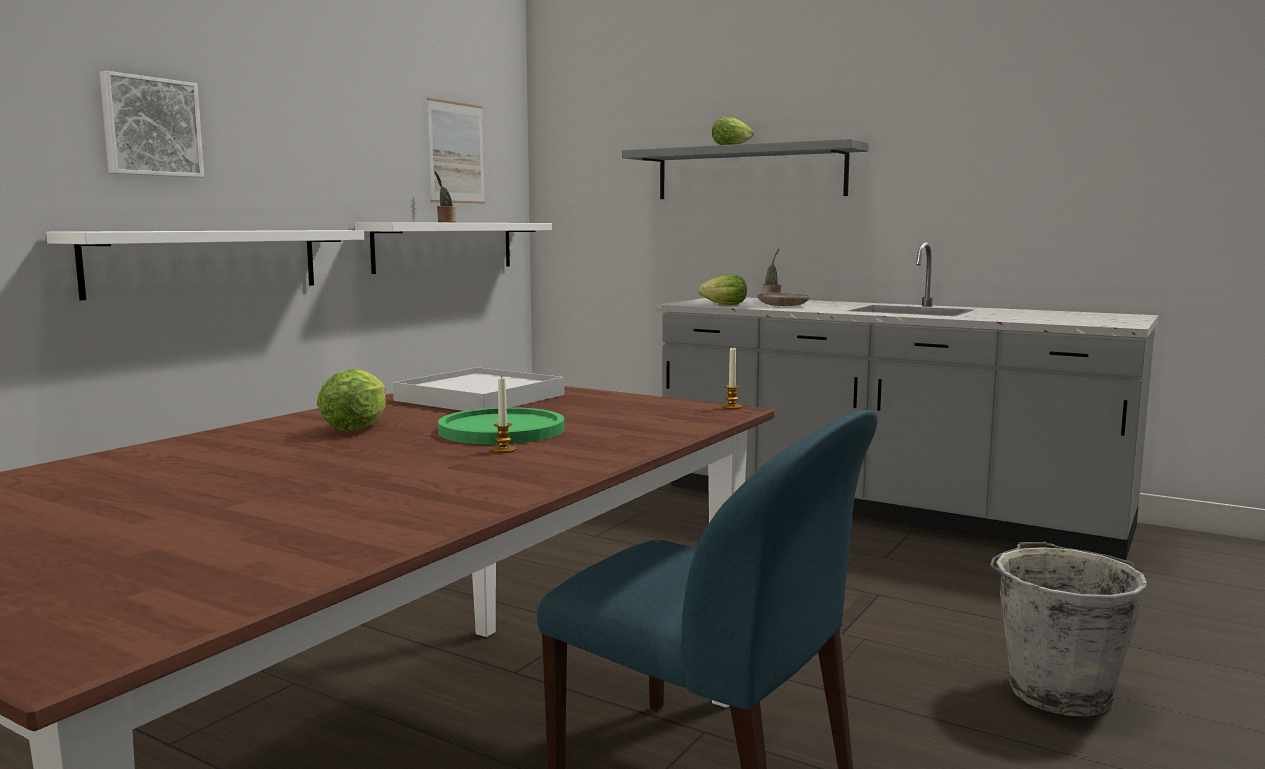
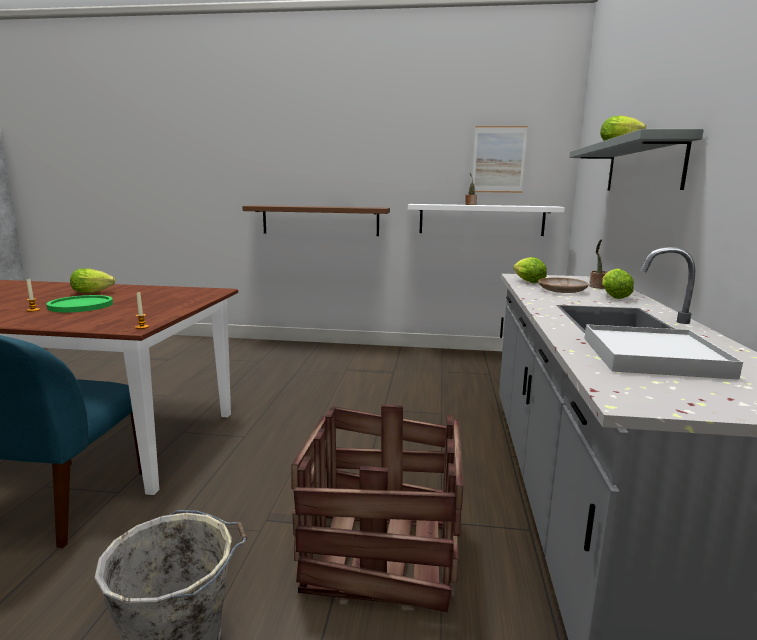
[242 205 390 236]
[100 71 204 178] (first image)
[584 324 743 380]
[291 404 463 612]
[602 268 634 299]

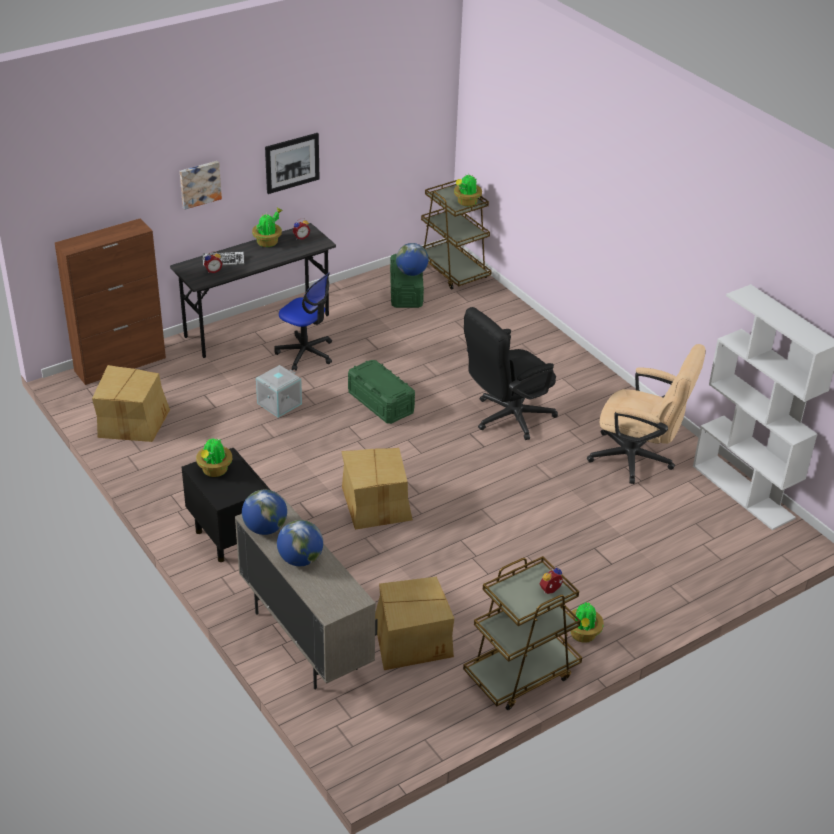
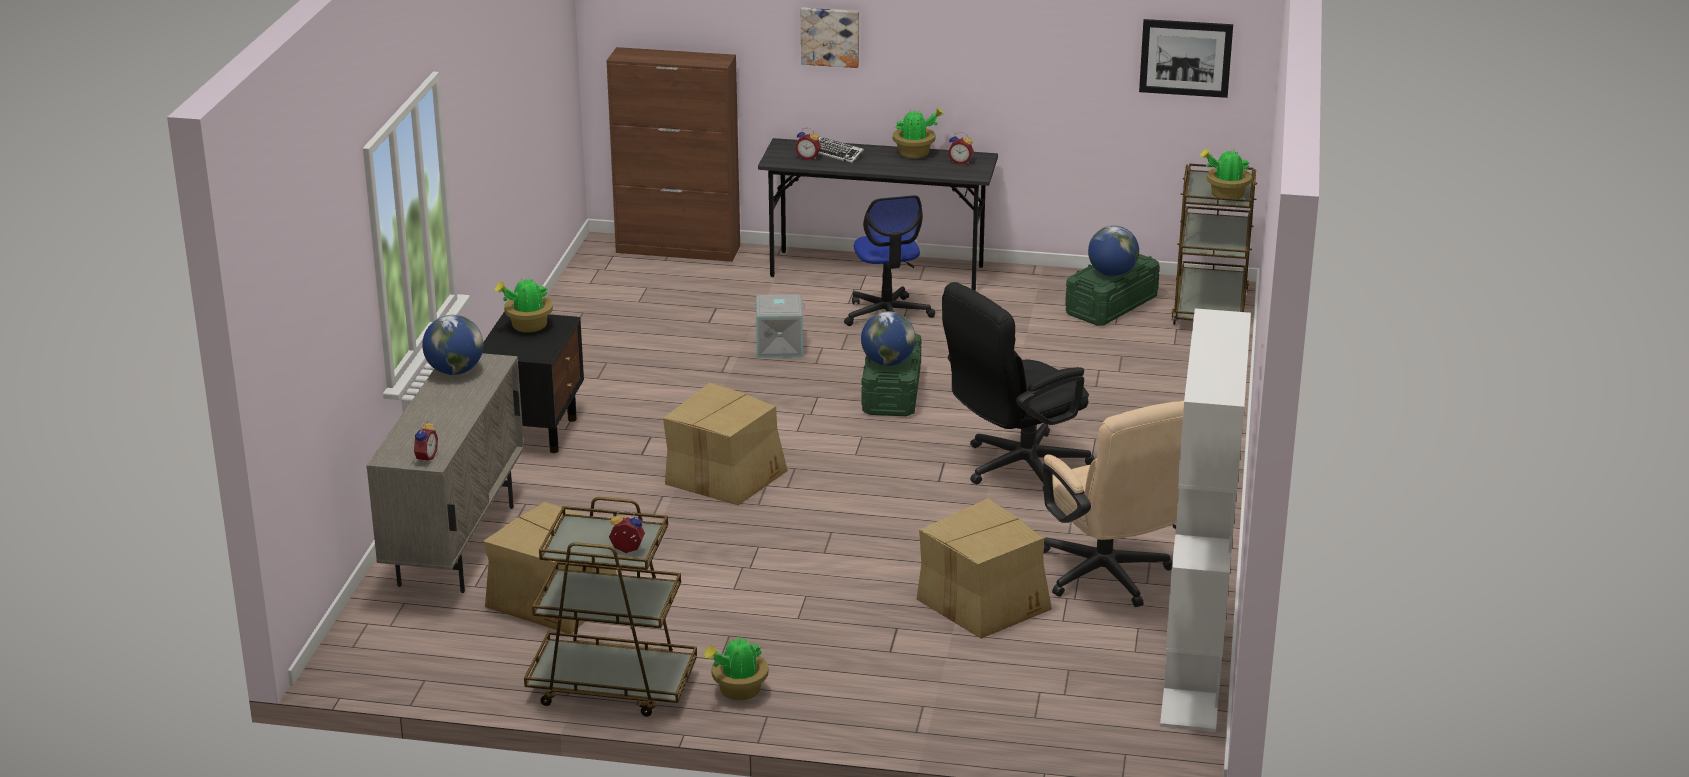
[917 498 1052 639]
[1139 19 1233 98]
[861 311 916 366]
[942 282 1094 492]
[413 420 438 464]

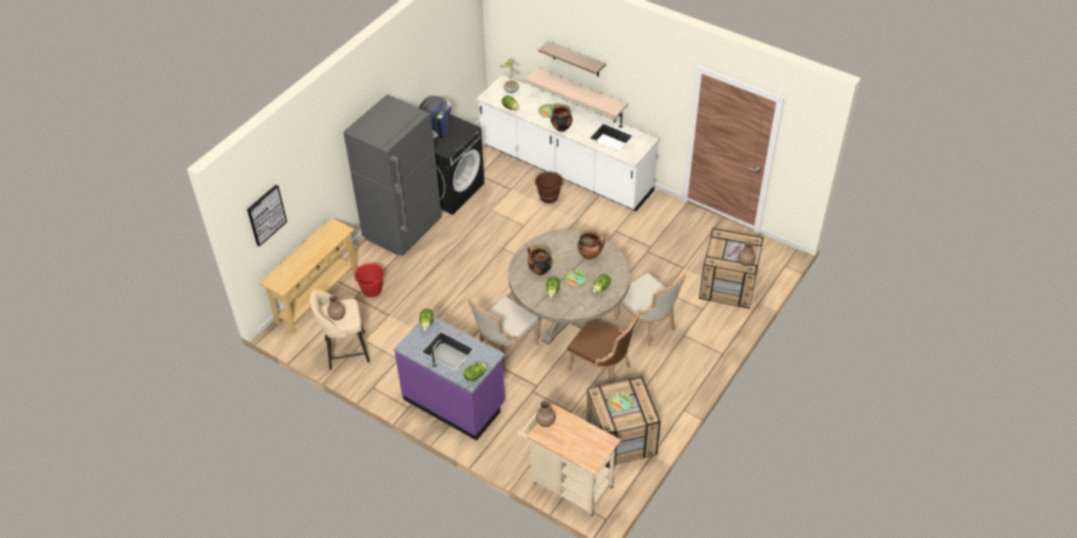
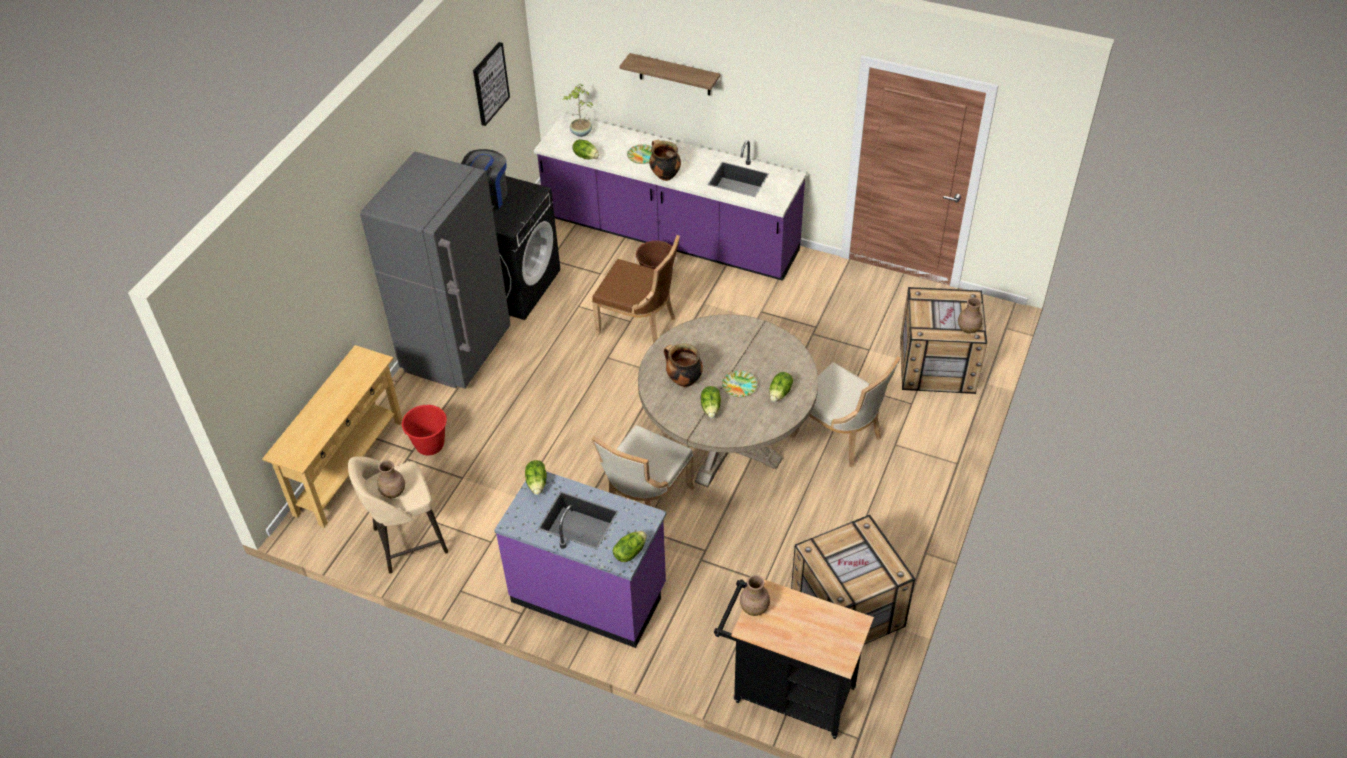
[473 42 510 126]
[534 113 807 281]
[714 579 874 739]
[525 68 628 118] (first image)
[592 235 680 343]
[578 230 605 259] (first image)
[607 391 633 413] (first image)

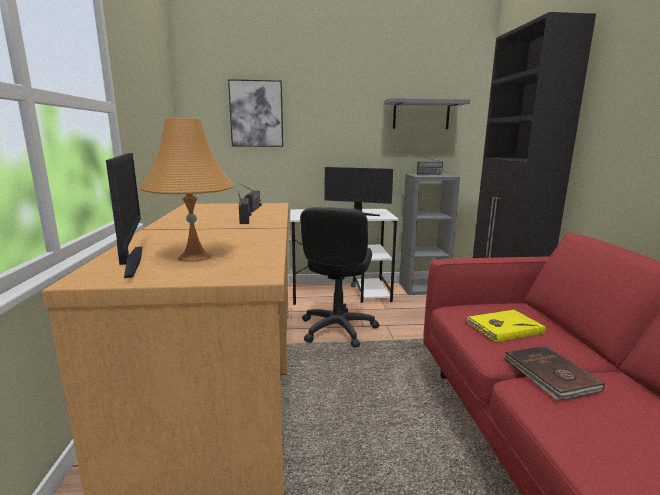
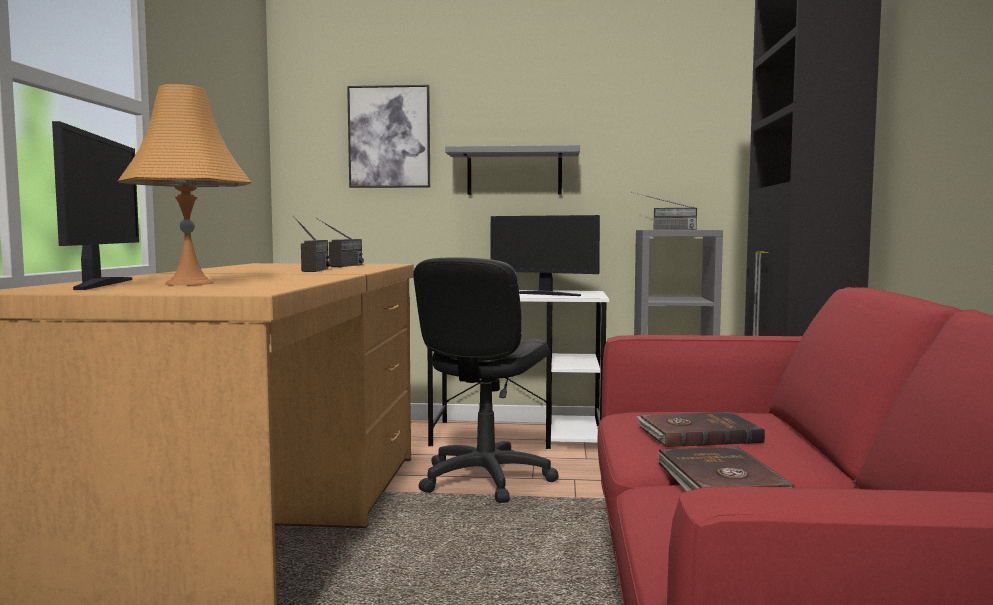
[445 145 580 195]
[637 412 765 447]

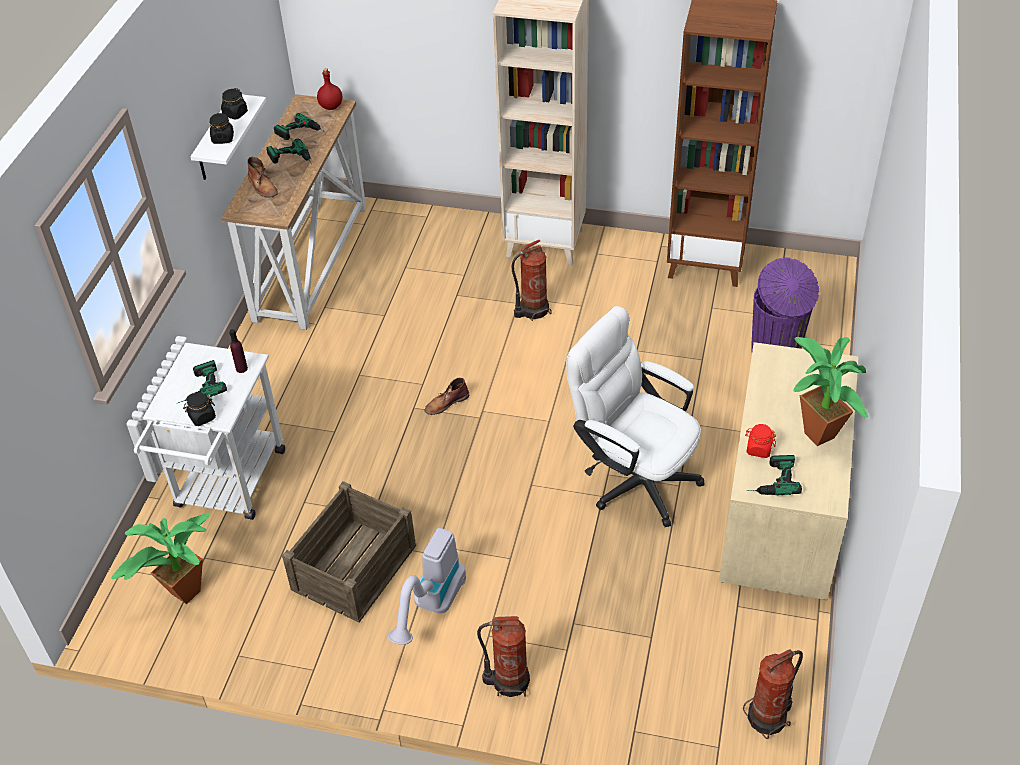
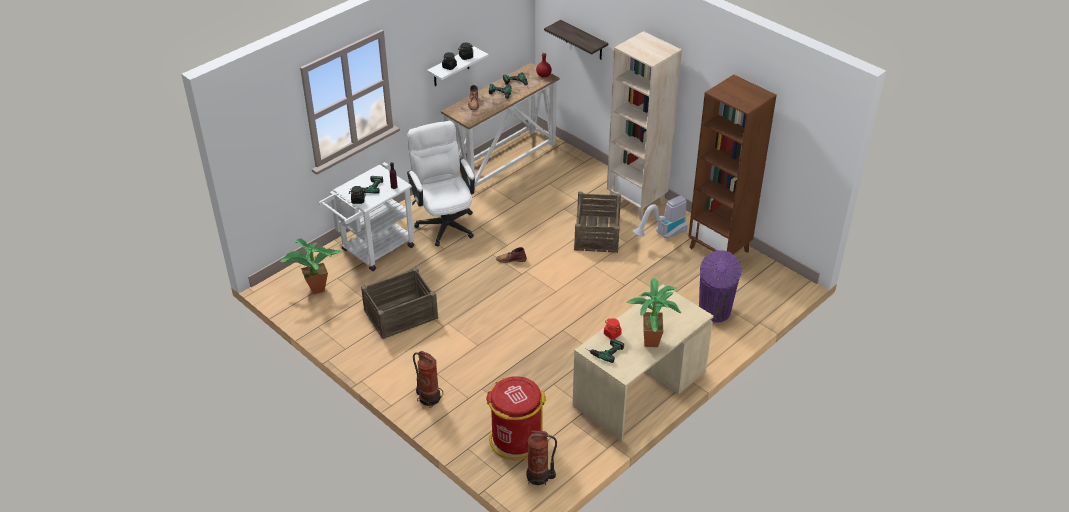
[633 195 688 239]
[574 192 621 253]
[407 121 475 247]
[486 376 546 460]
[544 20 608 59]

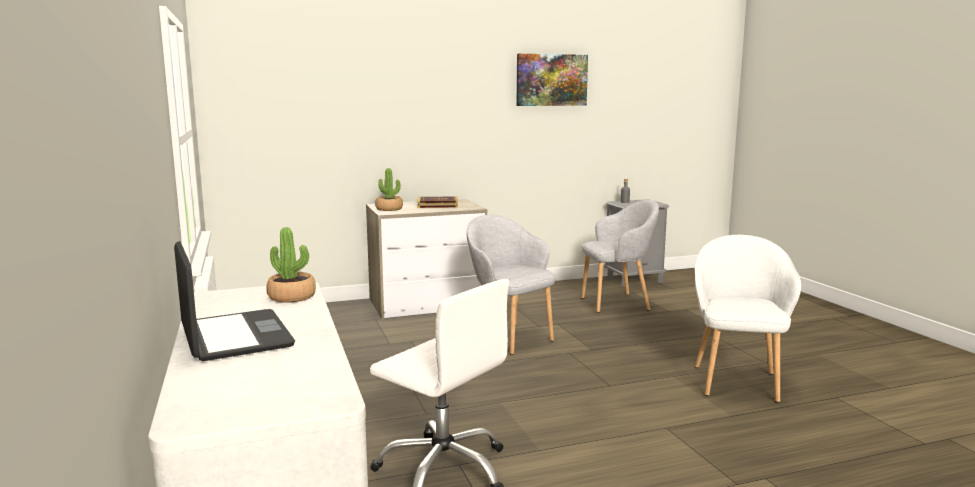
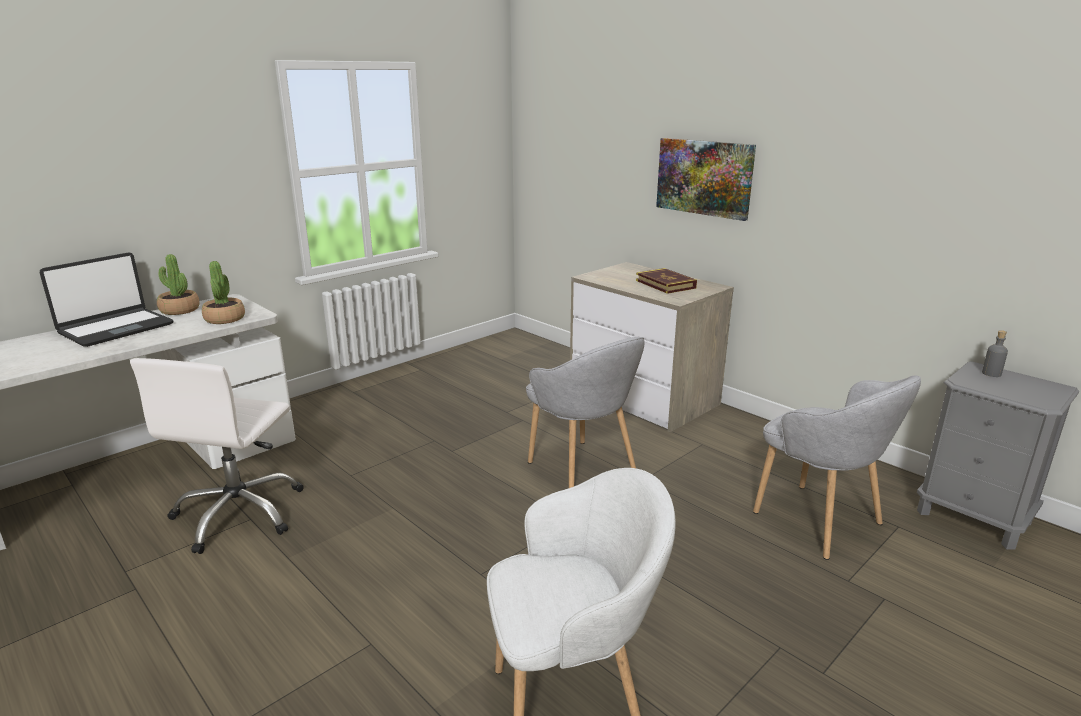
[157 254 200 315]
[526 337 645 488]
[656 138 756 221]

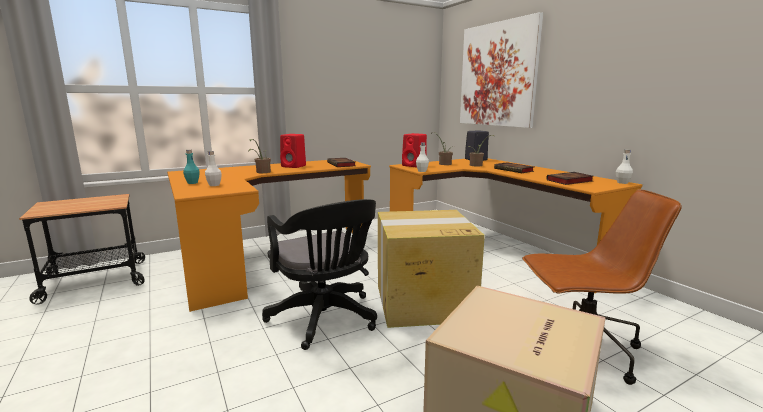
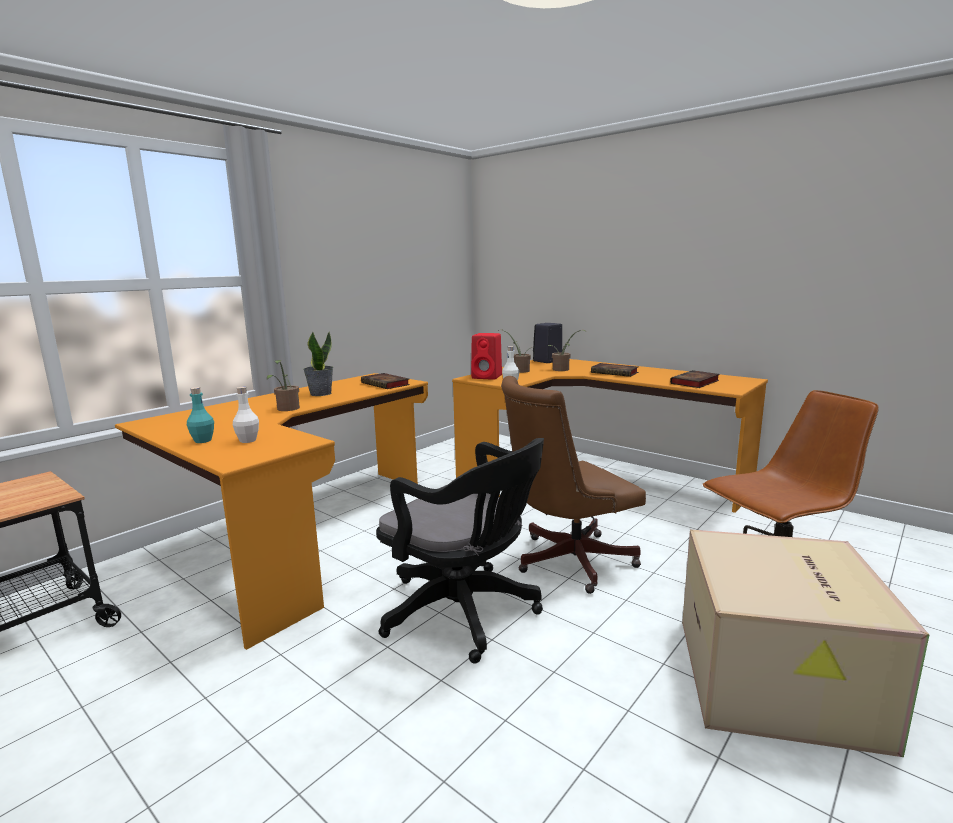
[303 331 333 396]
[501 376 646 594]
[460 12 543 128] (first image)
[616 150 633 184] (first image)

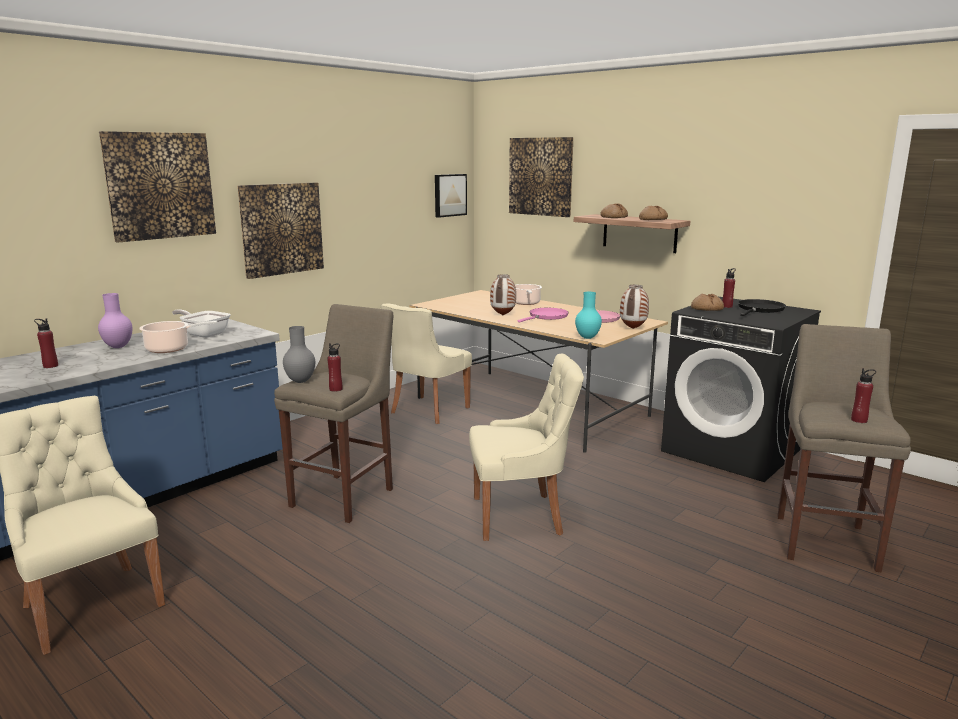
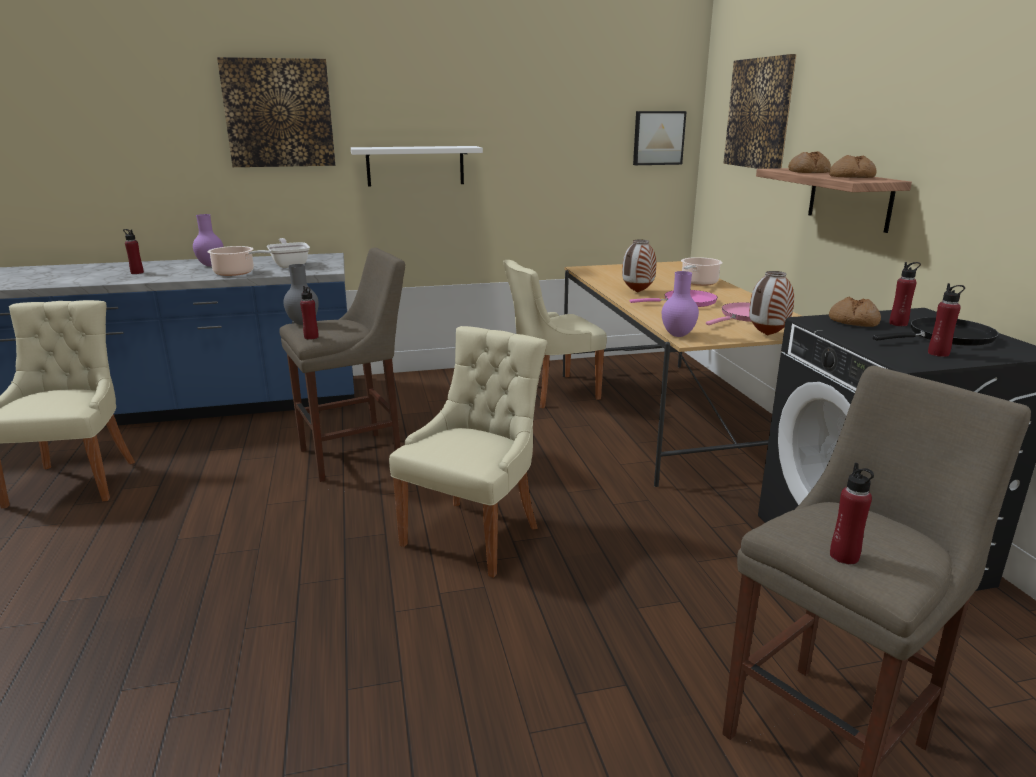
[351 146 483 186]
[389 326 547 578]
[662 271 699 337]
[928 283 965 357]

